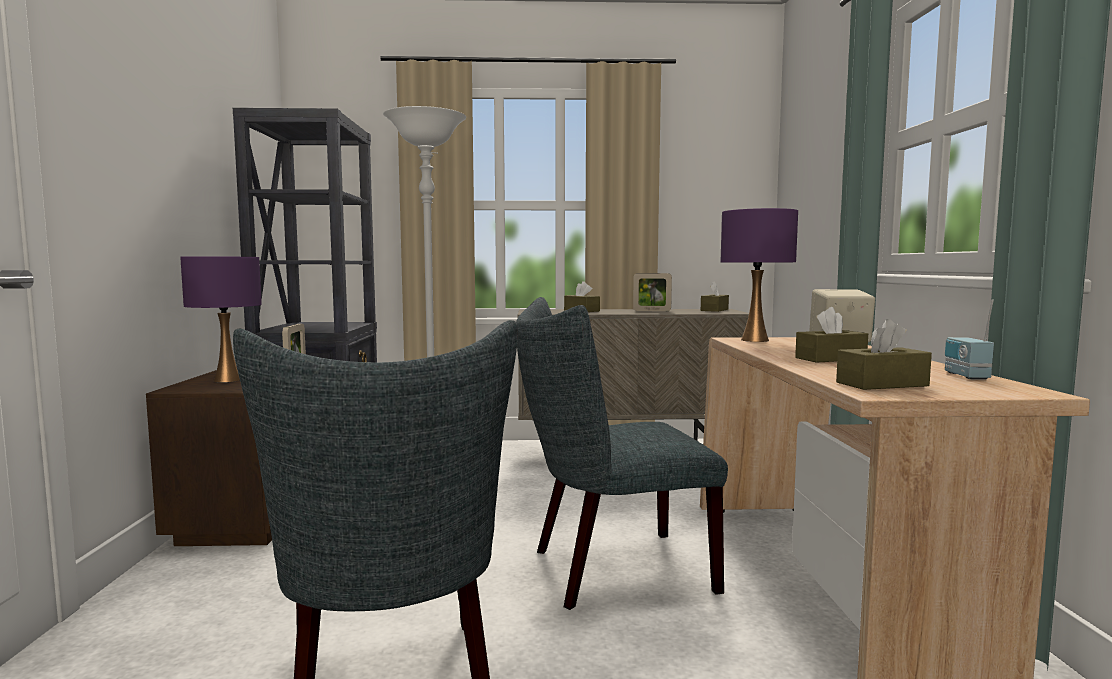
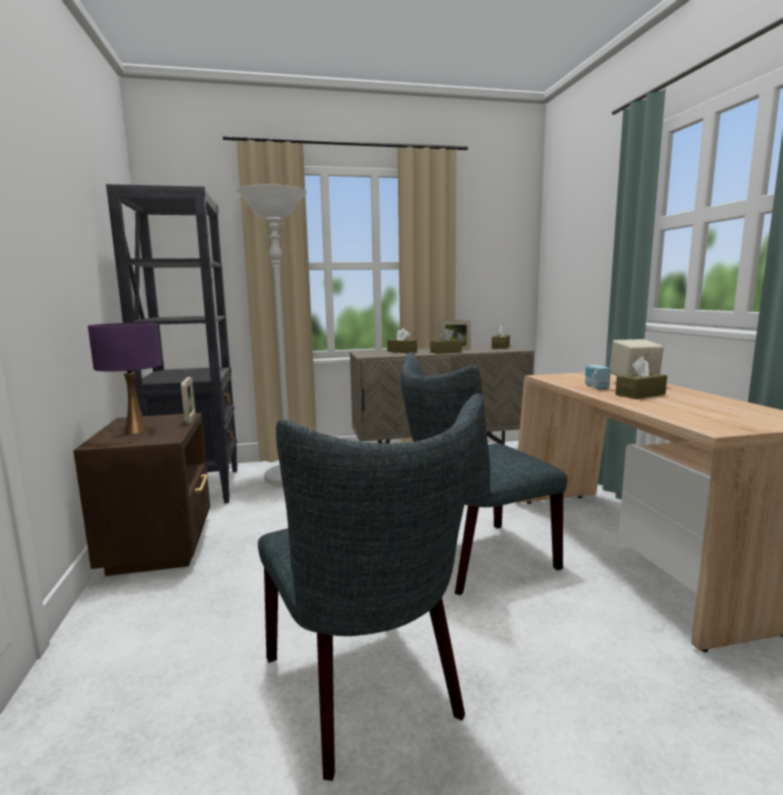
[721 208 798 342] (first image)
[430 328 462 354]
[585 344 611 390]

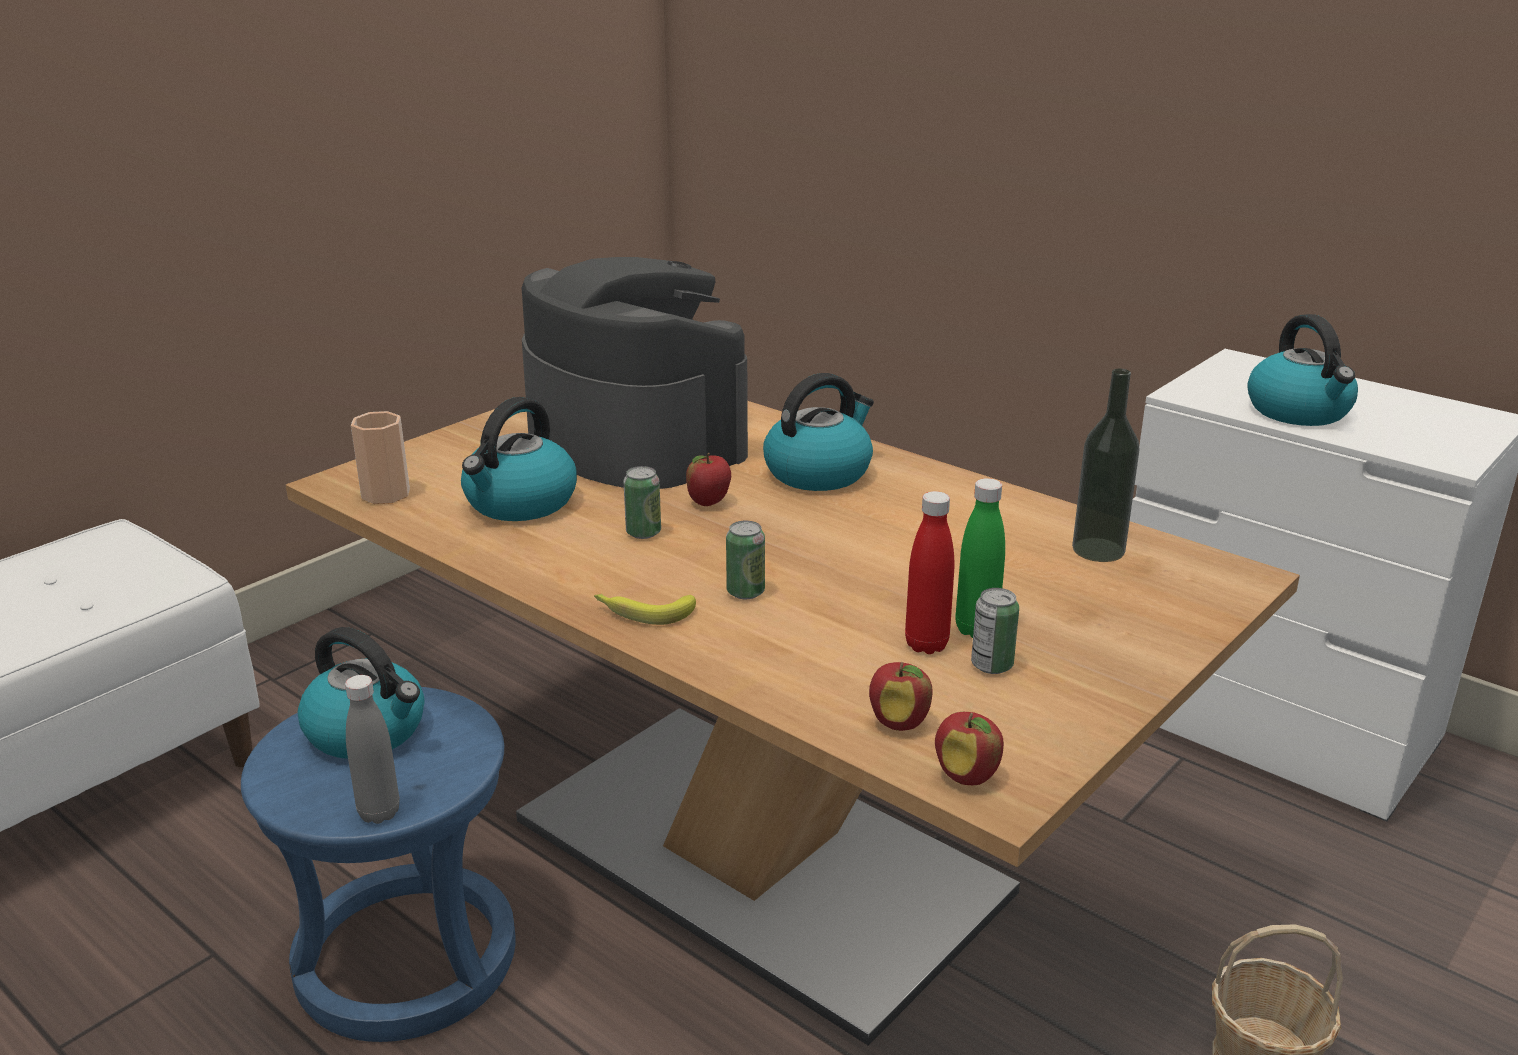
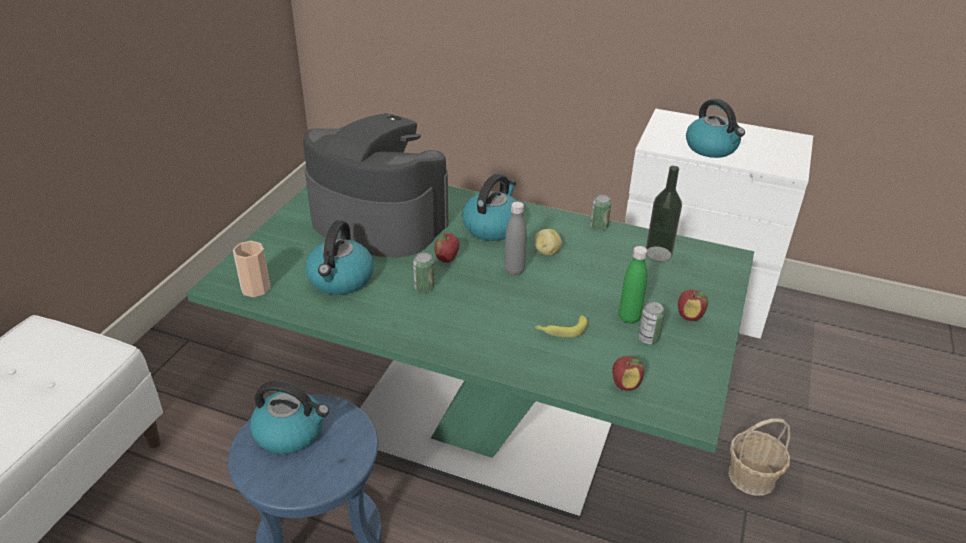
[186 186 754 520]
[504 202 527 276]
[535 315 588 338]
[590 195 611 231]
[905 491 954 654] (first image)
[678 290 708 321]
[535 229 562 256]

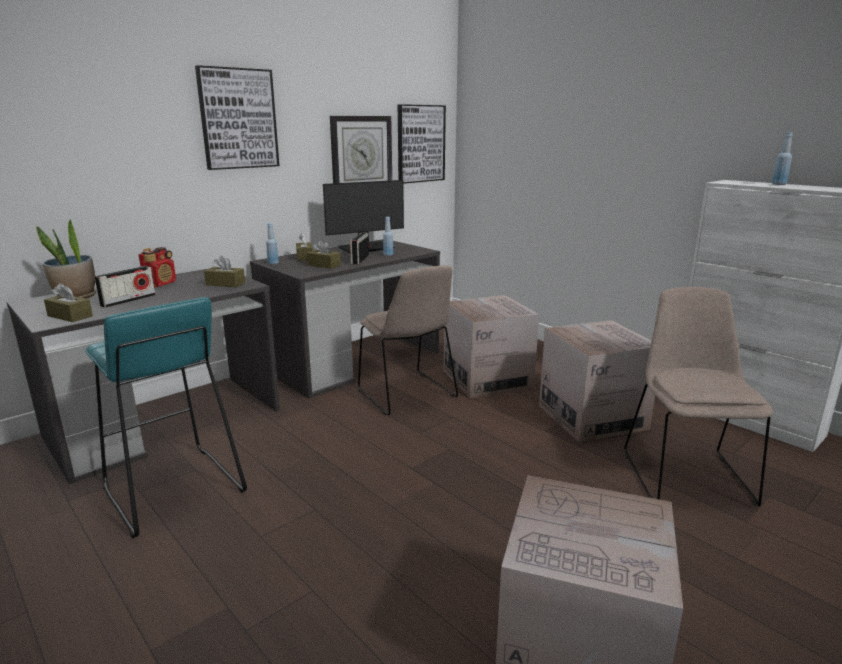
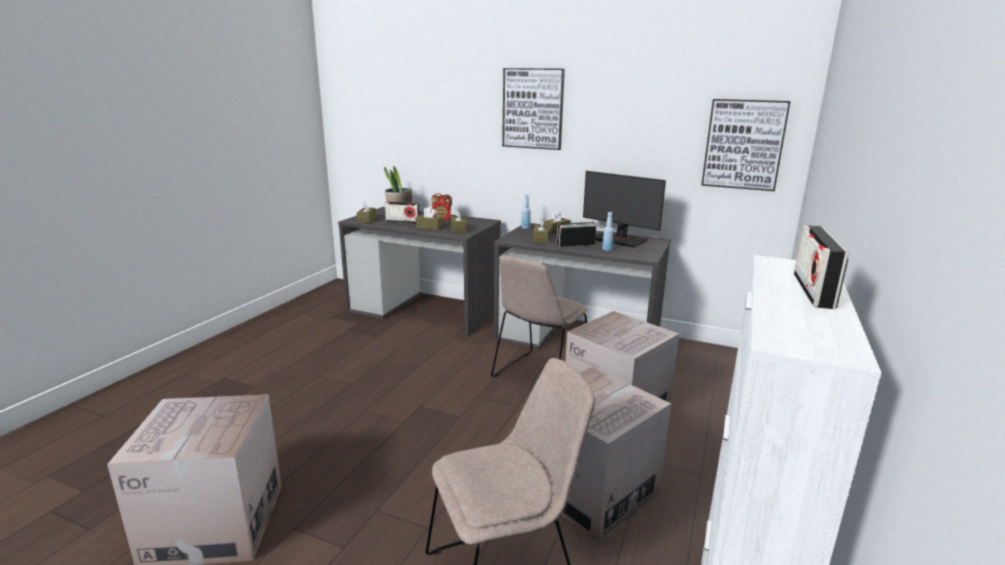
[85 297 247 538] (first image)
[330 116 392 183] (first image)
[794 225 849 309]
[415 206 444 230]

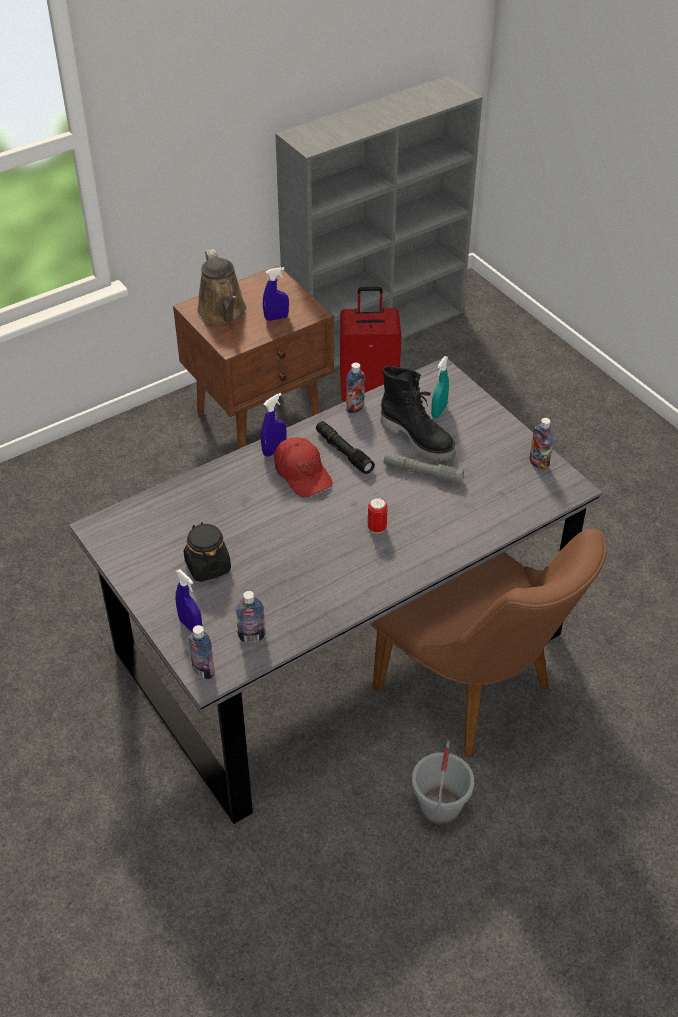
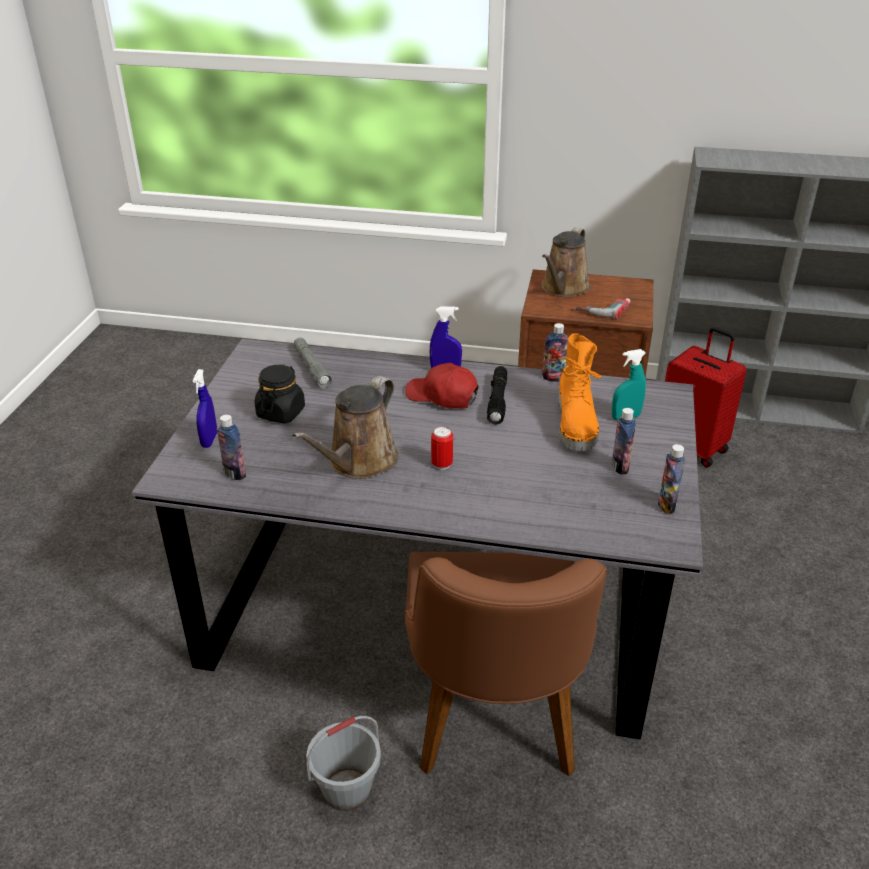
[611 408 636 475]
[570 298 630 319]
[405 363 479 409]
[558 333 601 451]
[294 337 332 388]
[292 376 399 479]

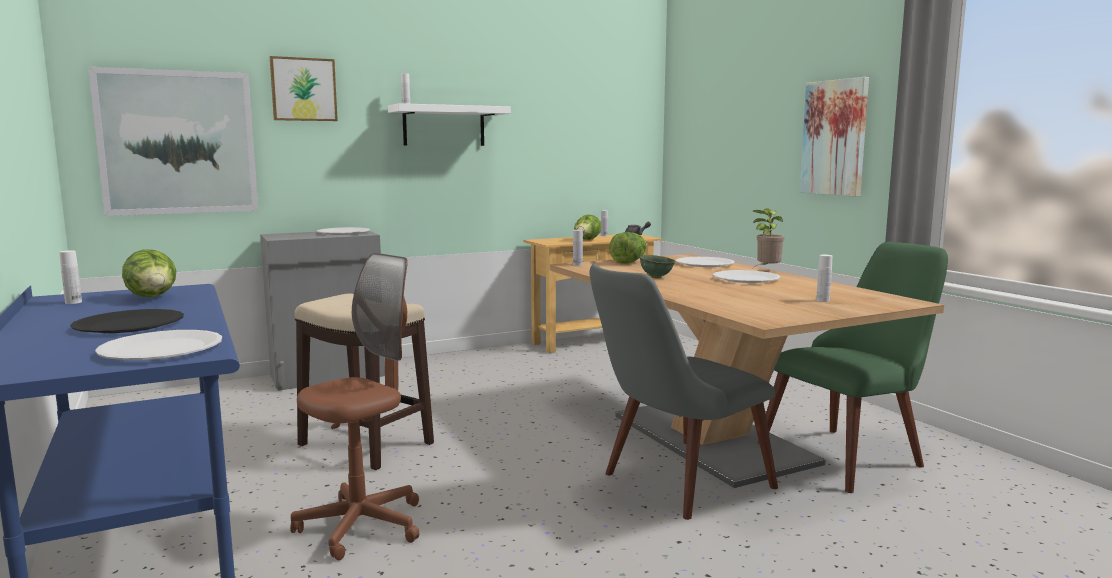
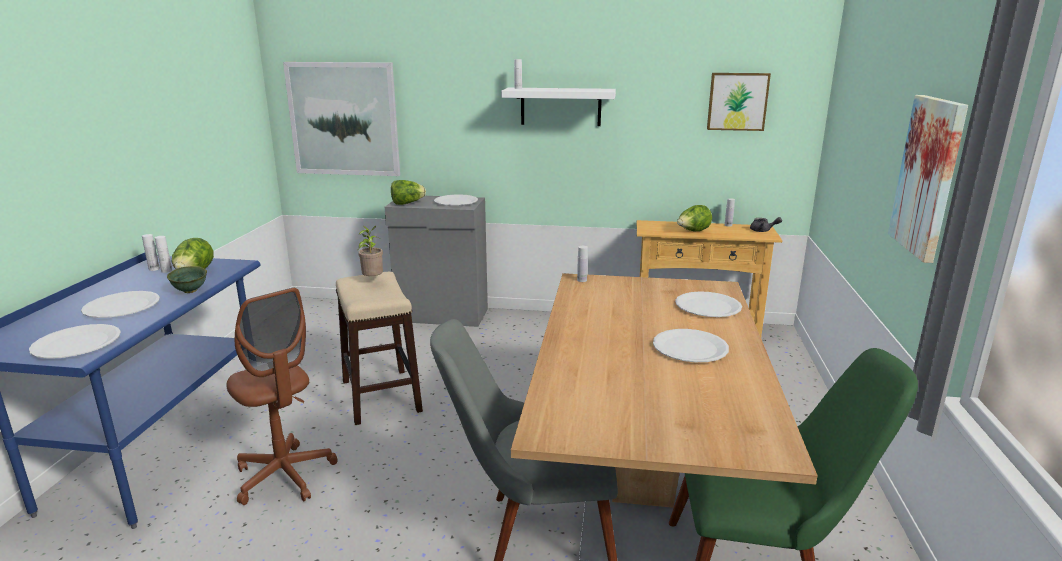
[81 291 160 318]
[707 73 771 131]
[226 288 337 505]
[391 180 426 205]
[167 266 207 293]
[358 226 383 276]
[155 236 172 273]

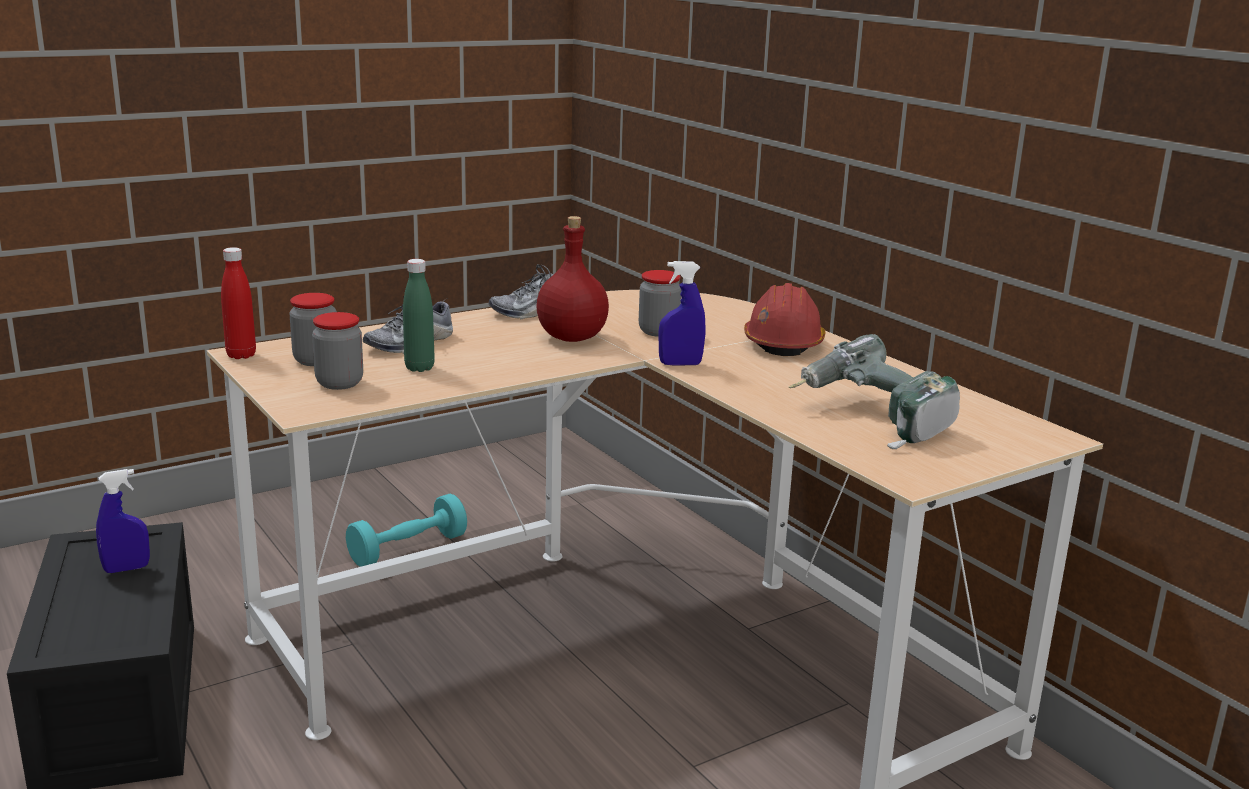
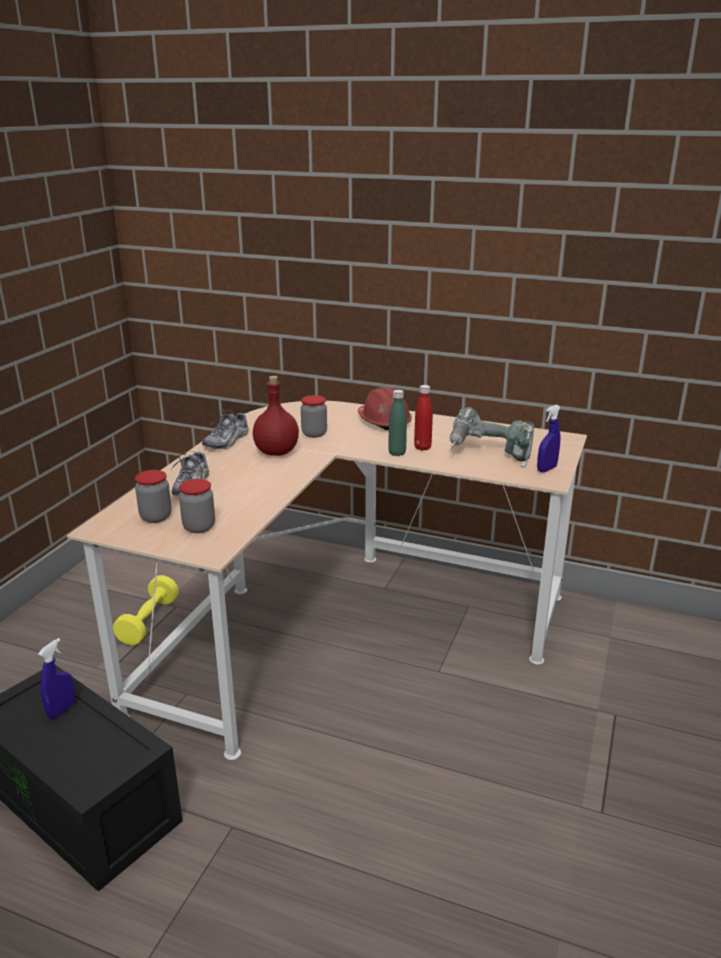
[414 385 433 451]
[113 575 179 645]
[388 390 407 456]
[537 405 561 473]

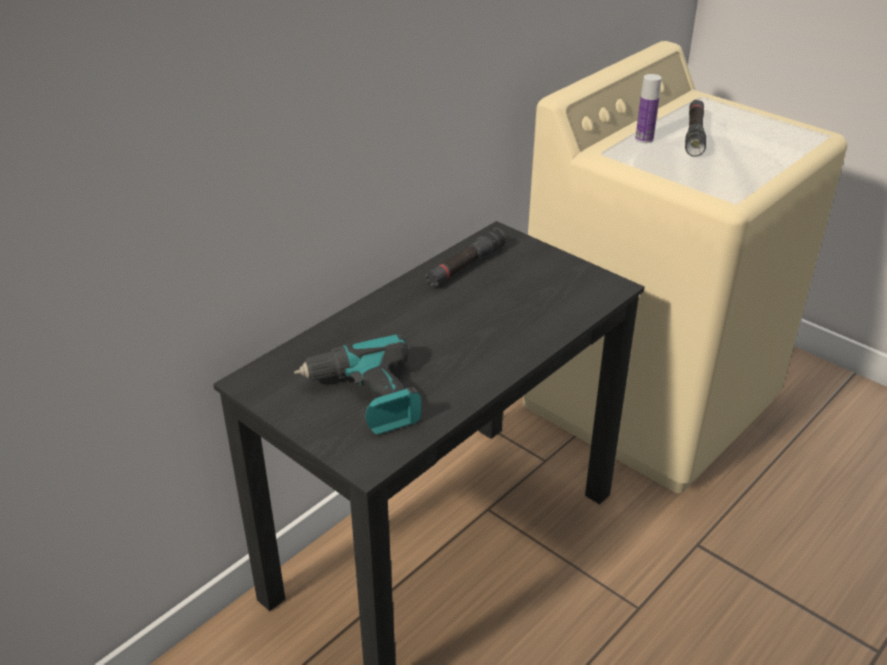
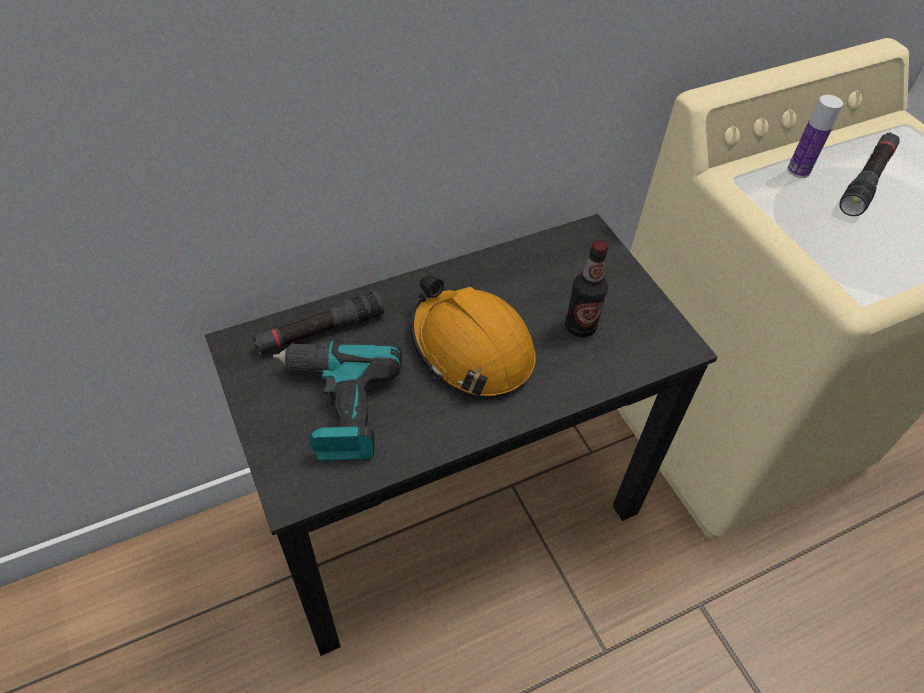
[252 291 384 354]
[411 274 536 397]
[565 240 608 337]

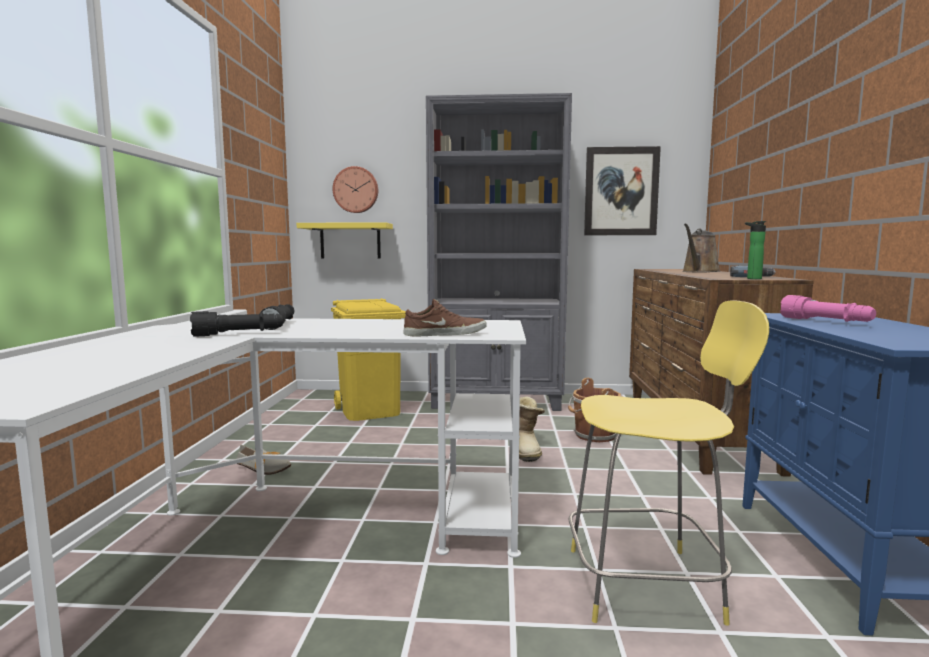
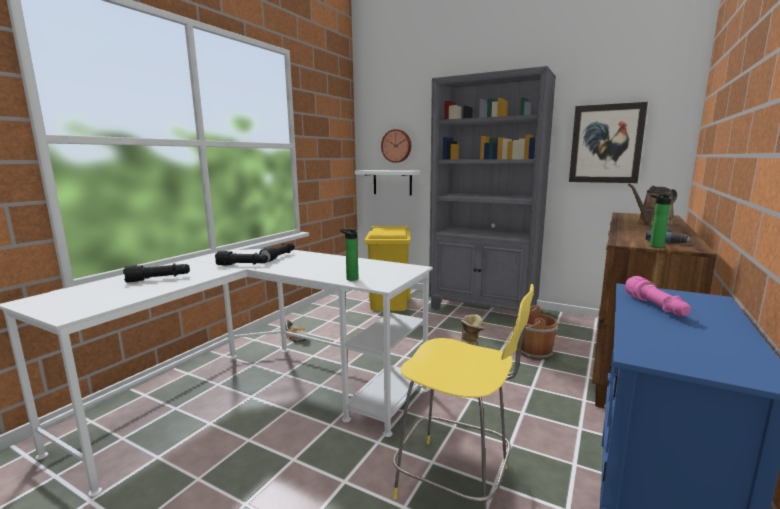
[355 170 420 196]
[340 228 358 281]
[123 263 190 283]

